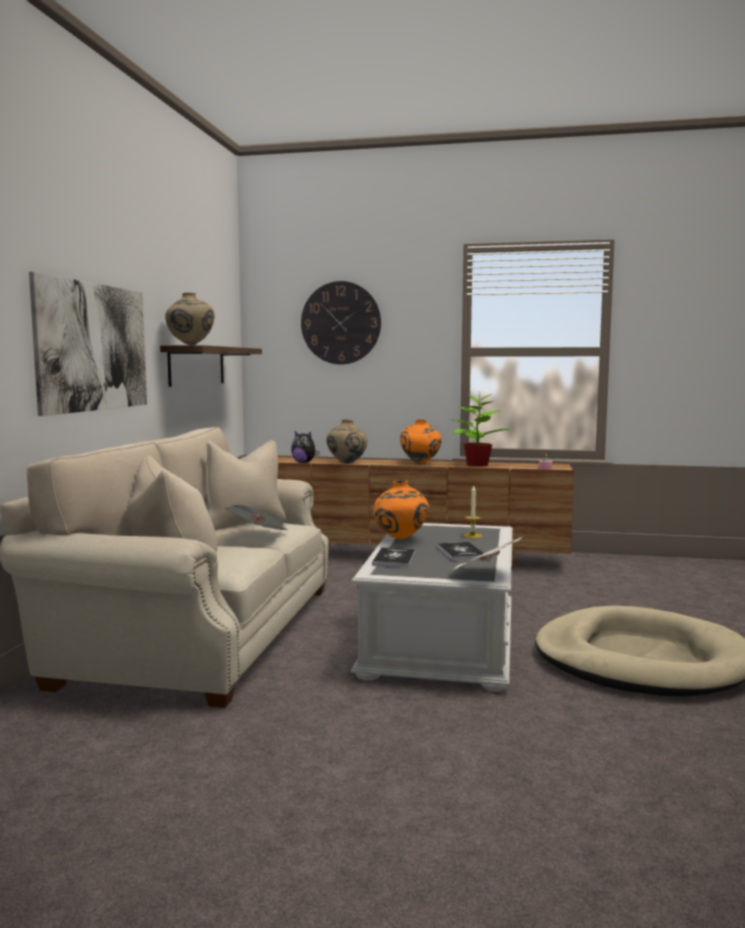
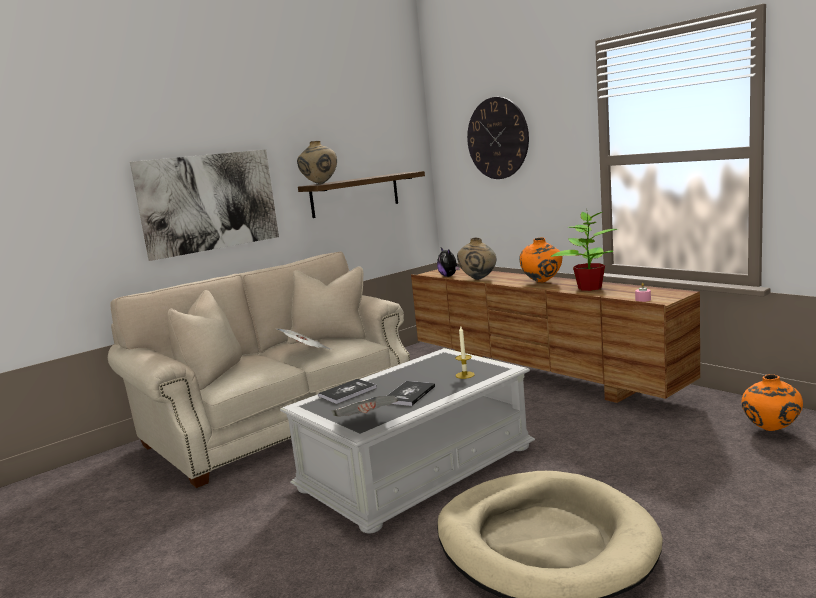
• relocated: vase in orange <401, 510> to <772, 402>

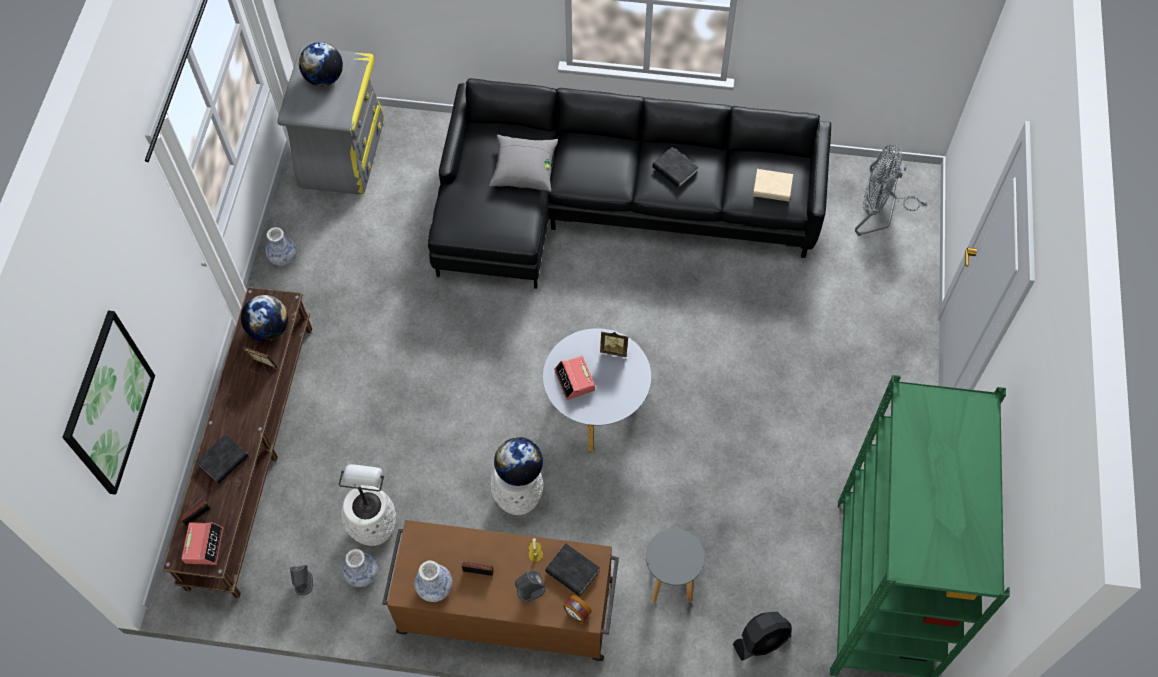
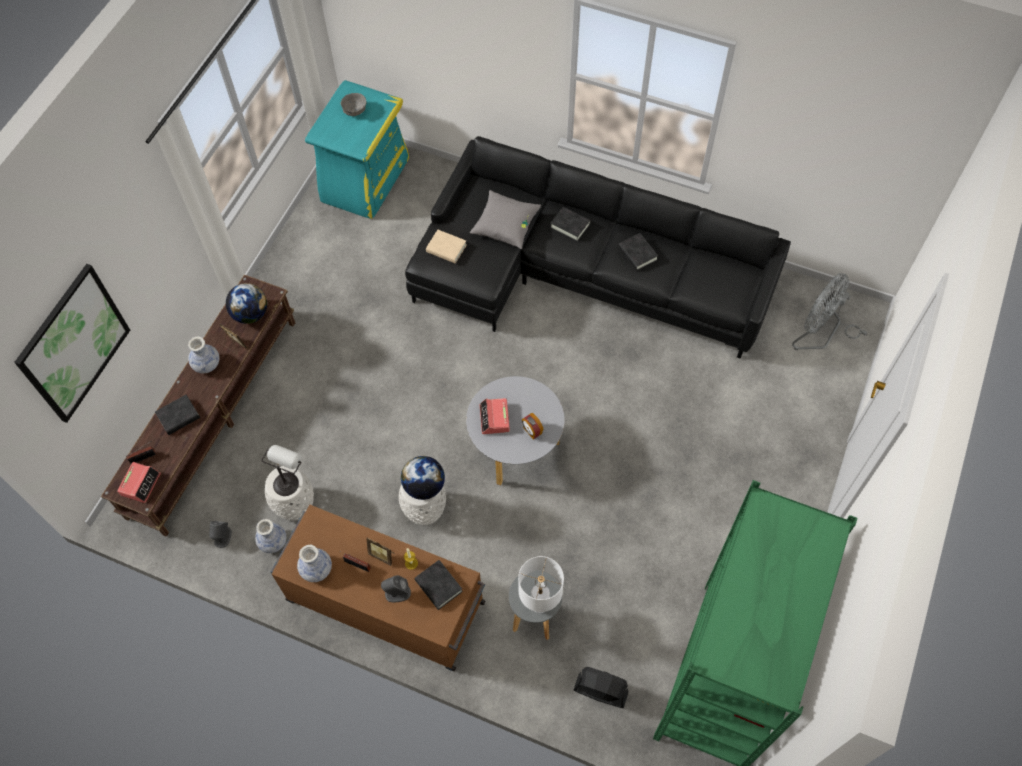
• relocated: vase <281, 246> to <203, 355>
• colour: nightstand in grey <330, 120> to nightstand in turquoise <357, 149>
• exchanged: globe <321, 64> to bowl in grey <353, 104>
• relocated: alarm clock <577, 610> to <532, 426>
• relocated: picture frame <614, 344> to <381, 551>
• spun: fan in black <762, 636> = <601, 687> 150 degrees counterclockwise
• relocated: book in beige <773, 185> to <446, 246>
• appeared: table lamp in white <541, 584>
• appeared: book in black <570, 224>

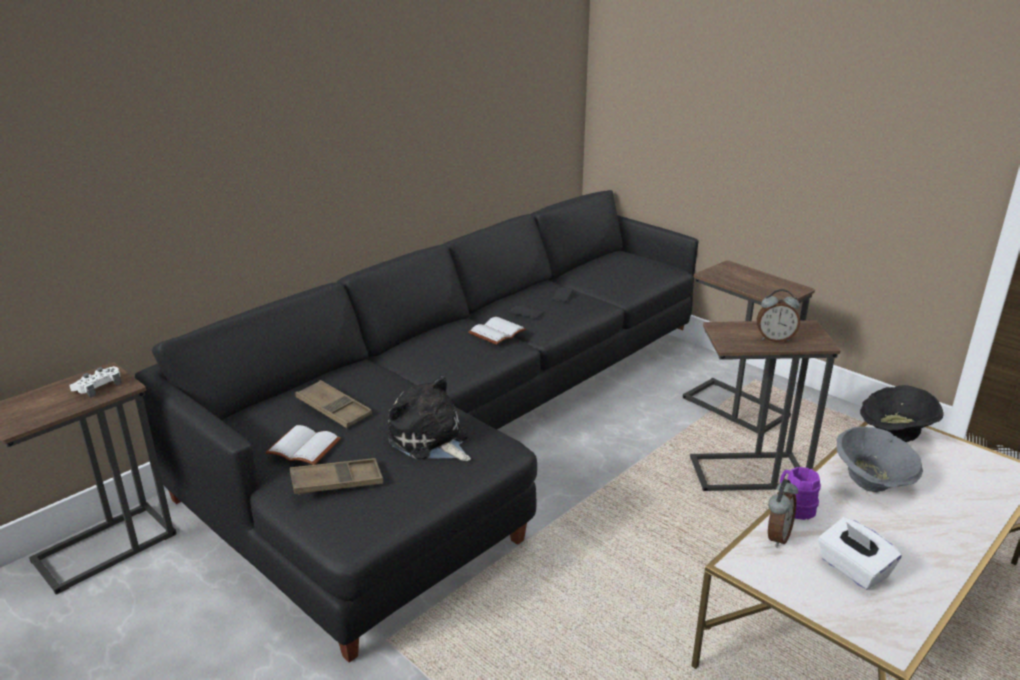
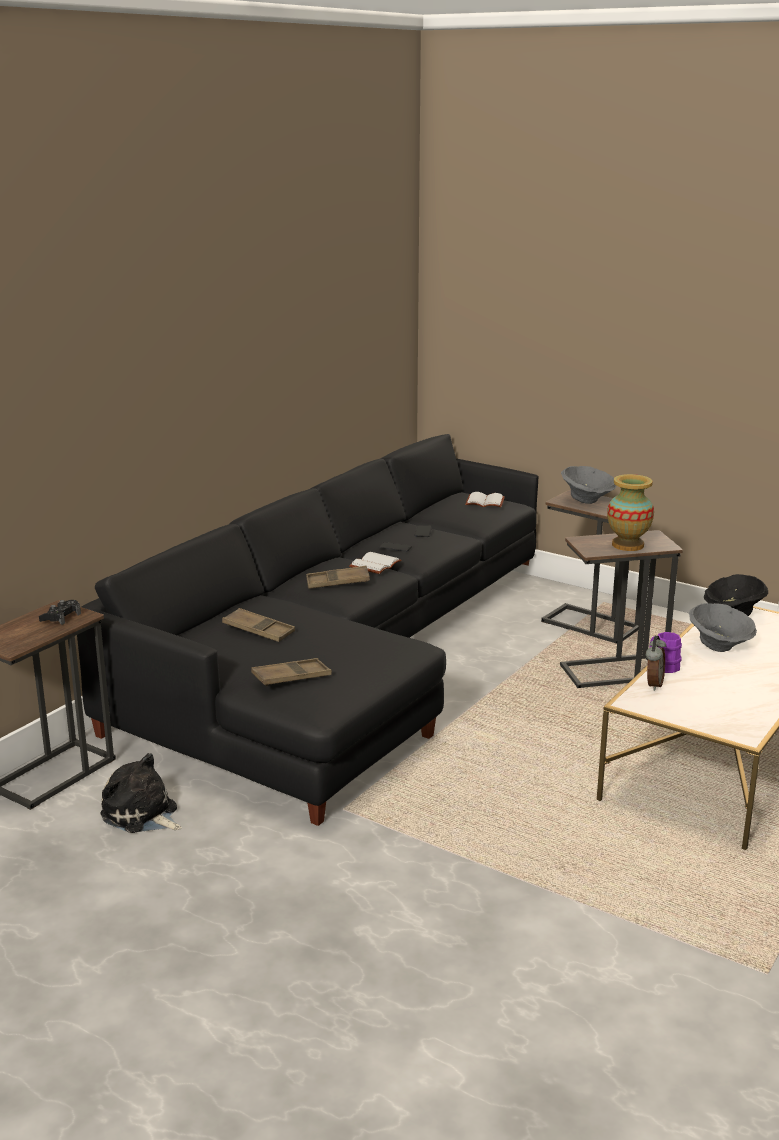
• colour: game controller in white <95, 382> to game controller in black <60, 612>
• relocated: book in white <303, 445> to <485, 499>
• relocated: plush toy <429, 418> to <141, 793>
• exchanged: alarm clock <778, 315> to vase <630, 512>
• missing: tissue box in white <860, 553>
• appeared: tray in brown <338, 577>
• appeared: bowl in grey <588, 485>

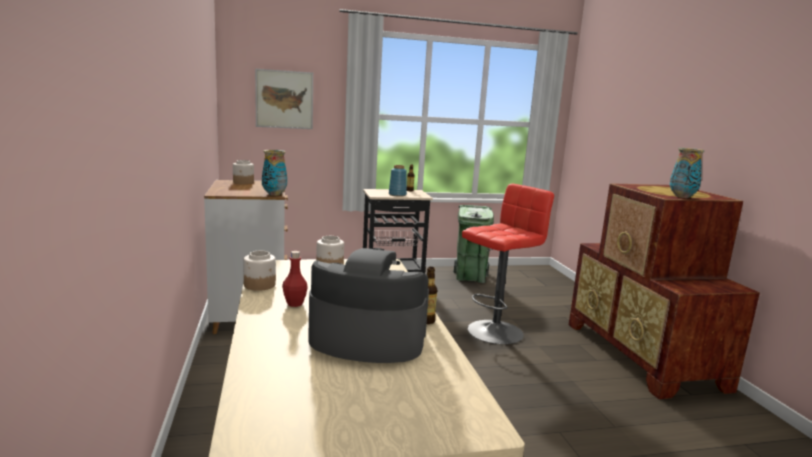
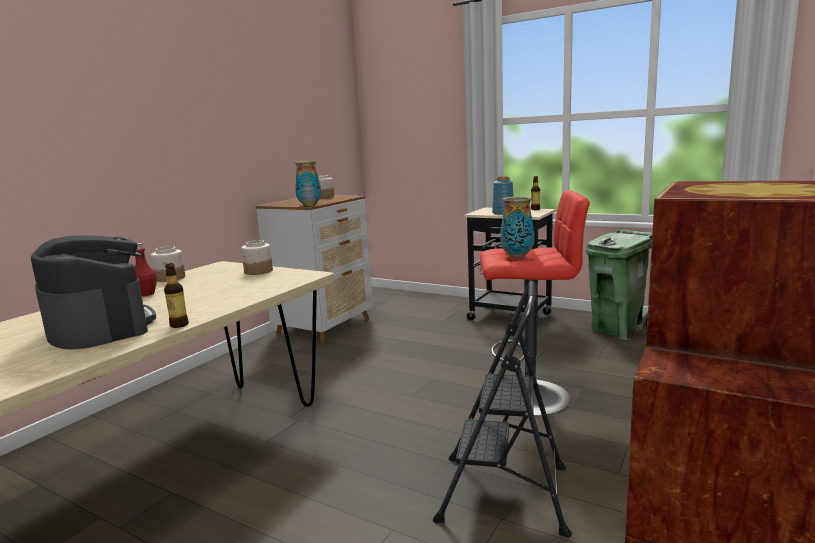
• missing: picture <284, 99>
• relocated: vase <687, 173> to <517, 227>
• appeared: step ladder in black <502, 409>

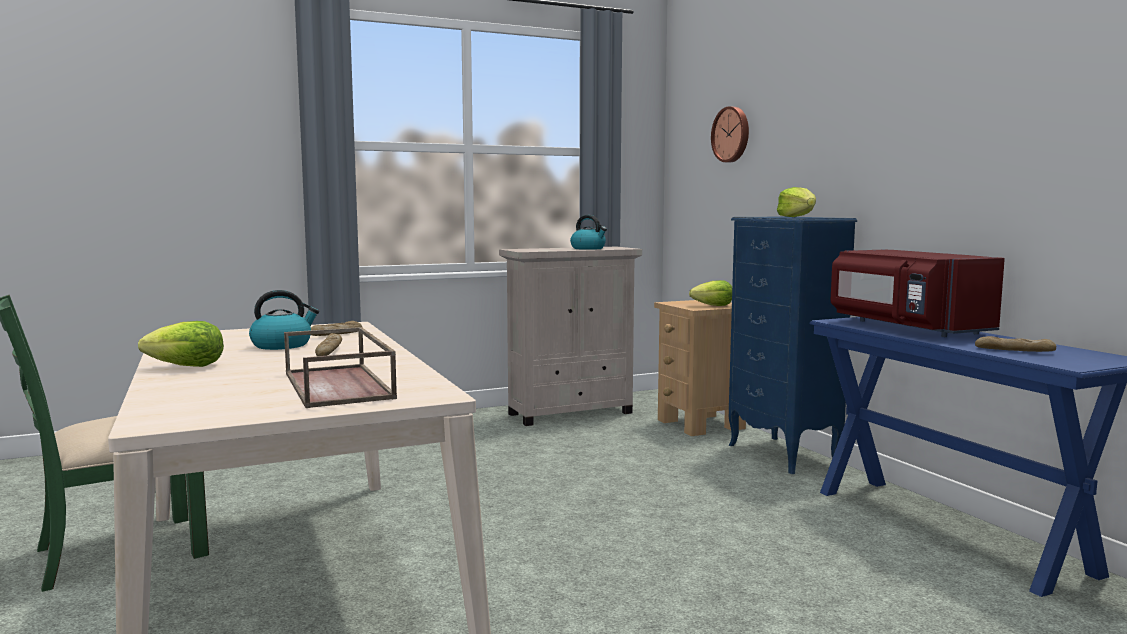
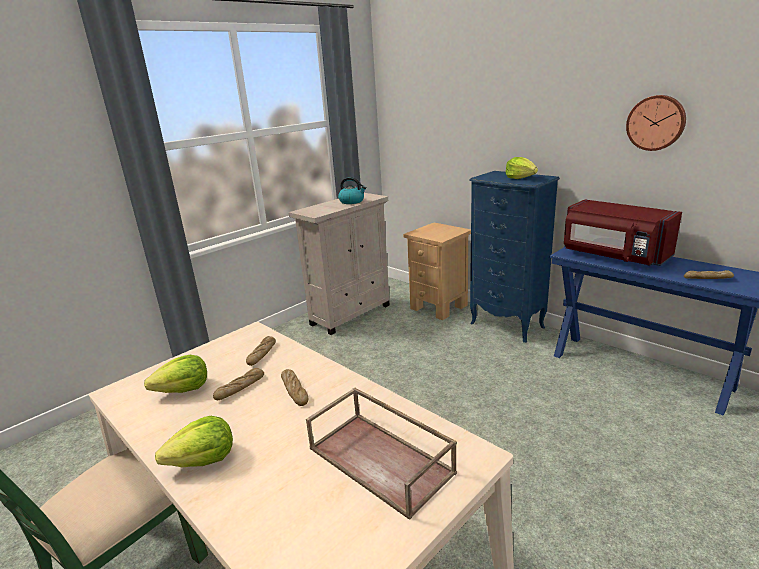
• exchanged: kettle <284, 320> to bread <238, 384>
• relocated: lettuce <710, 293> to <175, 374>
• relocated: wall clock <730, 134> to <656, 123>

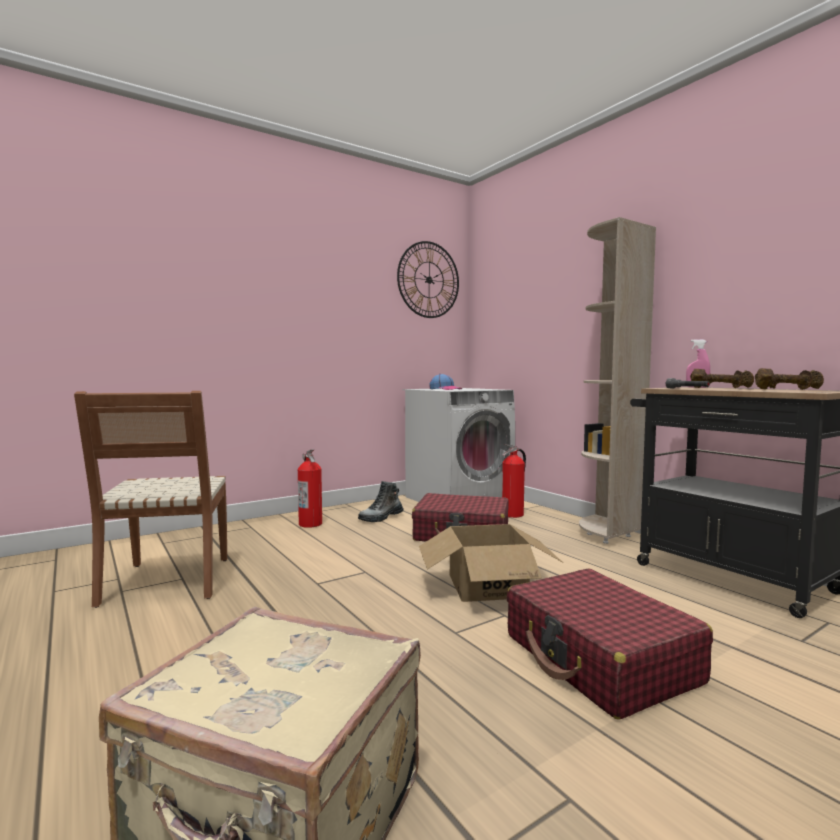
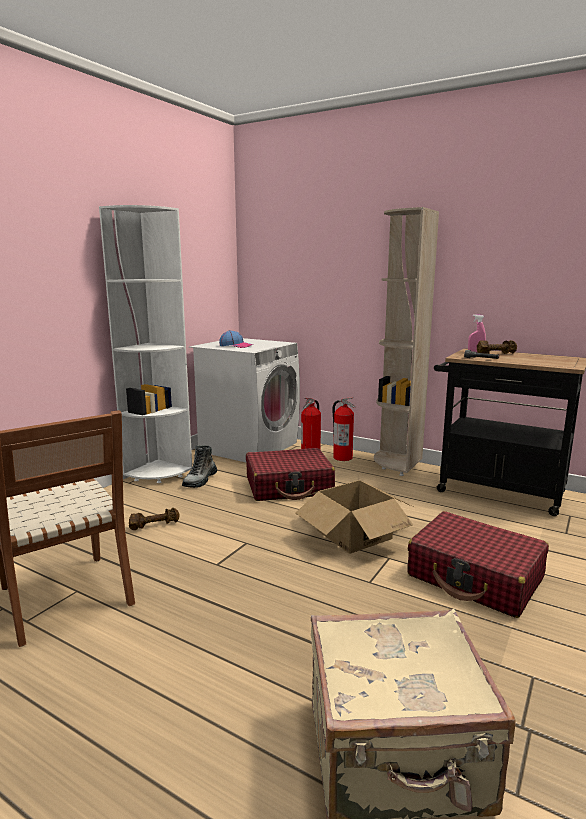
• relocated: fire extinguisher <310, 489> to <343, 429>
• missing: wall clock <428, 279>
• relocated: dumbbell in brown <789, 379> to <154, 519>
• appeared: bookcase in white <145, 344>

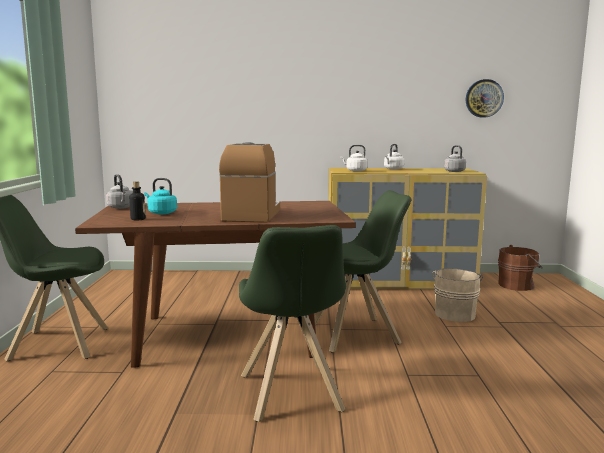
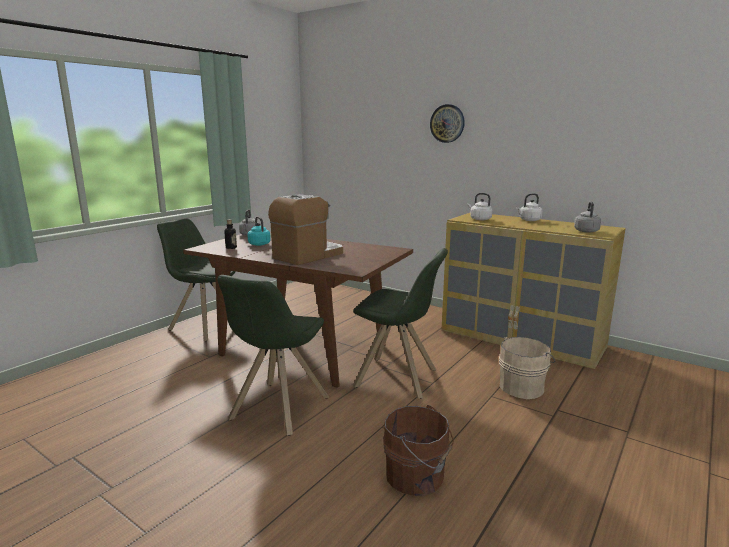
• relocated: wall clock <485, 98> to <447, 123>
• relocated: bucket in brown <520, 268> to <418, 450>

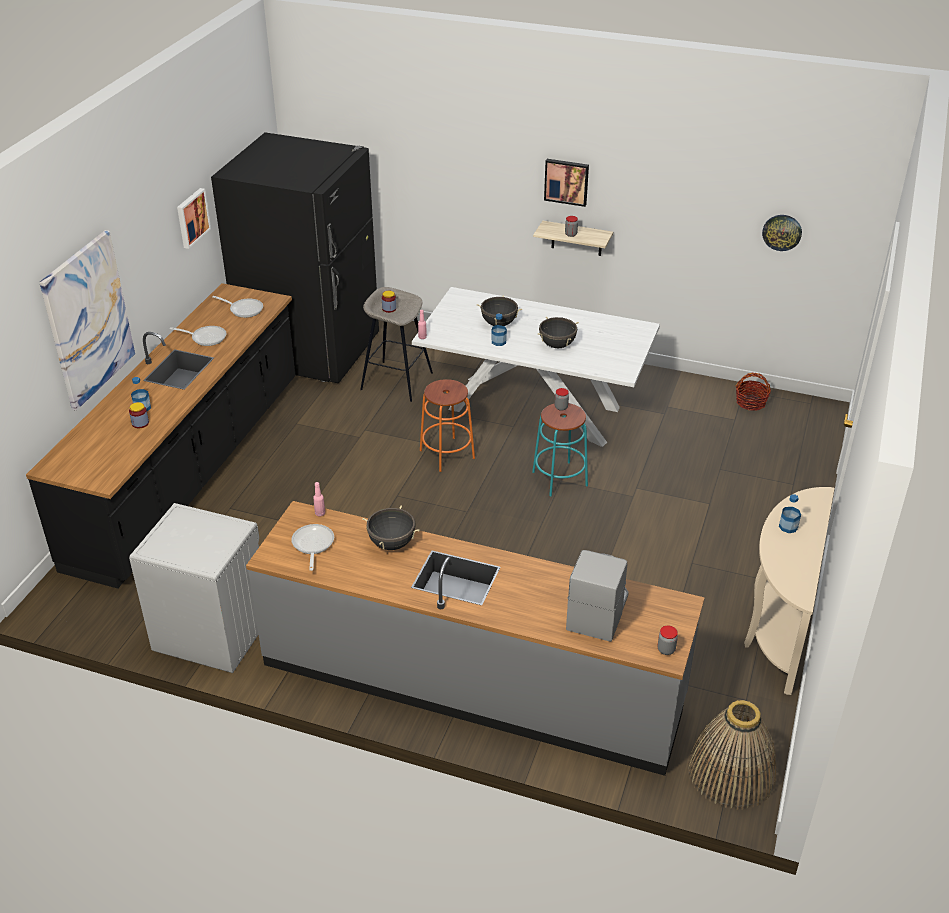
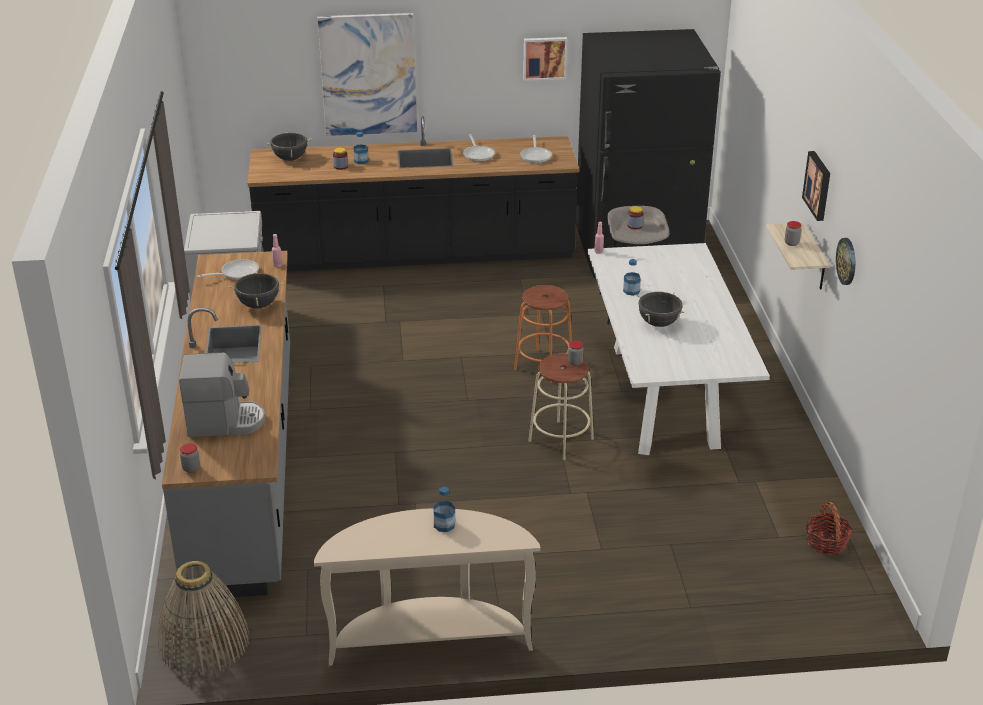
• relocated: cooking pot in black <499, 310> to <289, 146>
• colour: stool in turquoise <560, 450> to stool in beige <561, 407>
• relocated: wall clock <782, 233> to <845, 261>

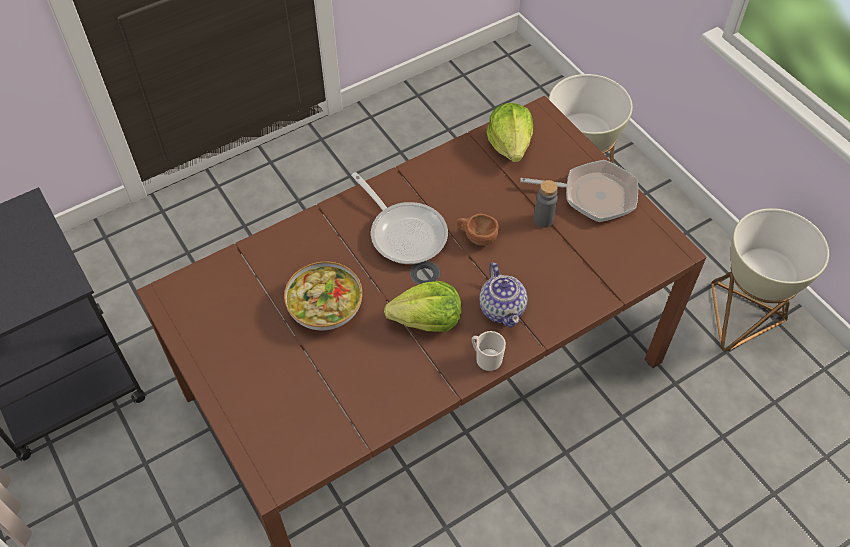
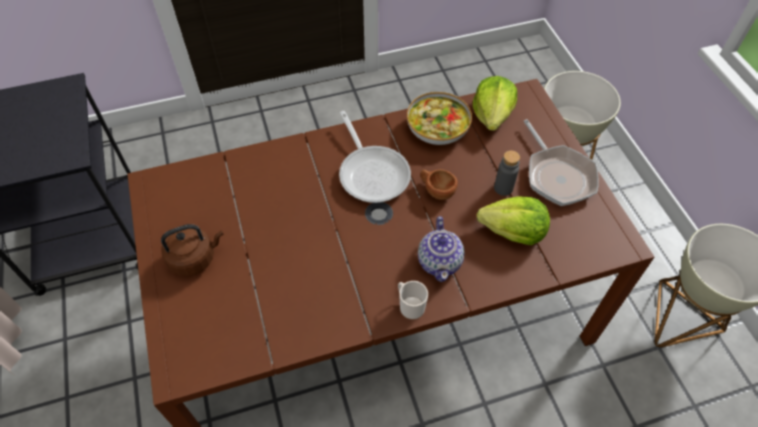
• relocated: bowl <323, 296> to <439, 118>
• relocated: lettuce <423, 306> to <513, 220>
• spun: frying pan <579, 191> = <561, 162> 45 degrees clockwise
• appeared: kettle in brown <192, 250>

